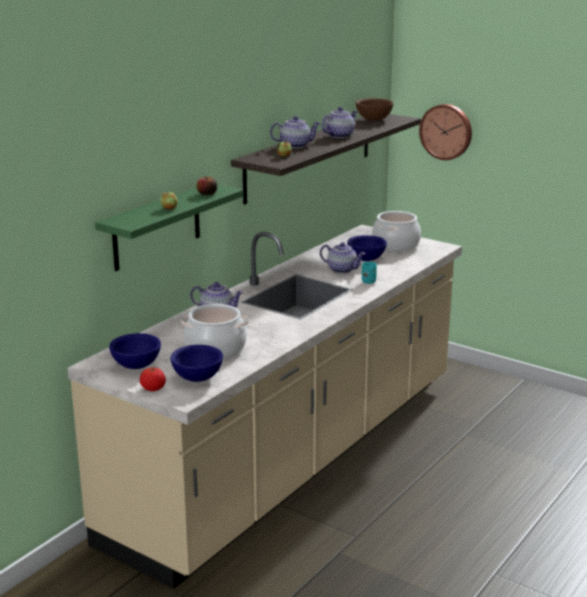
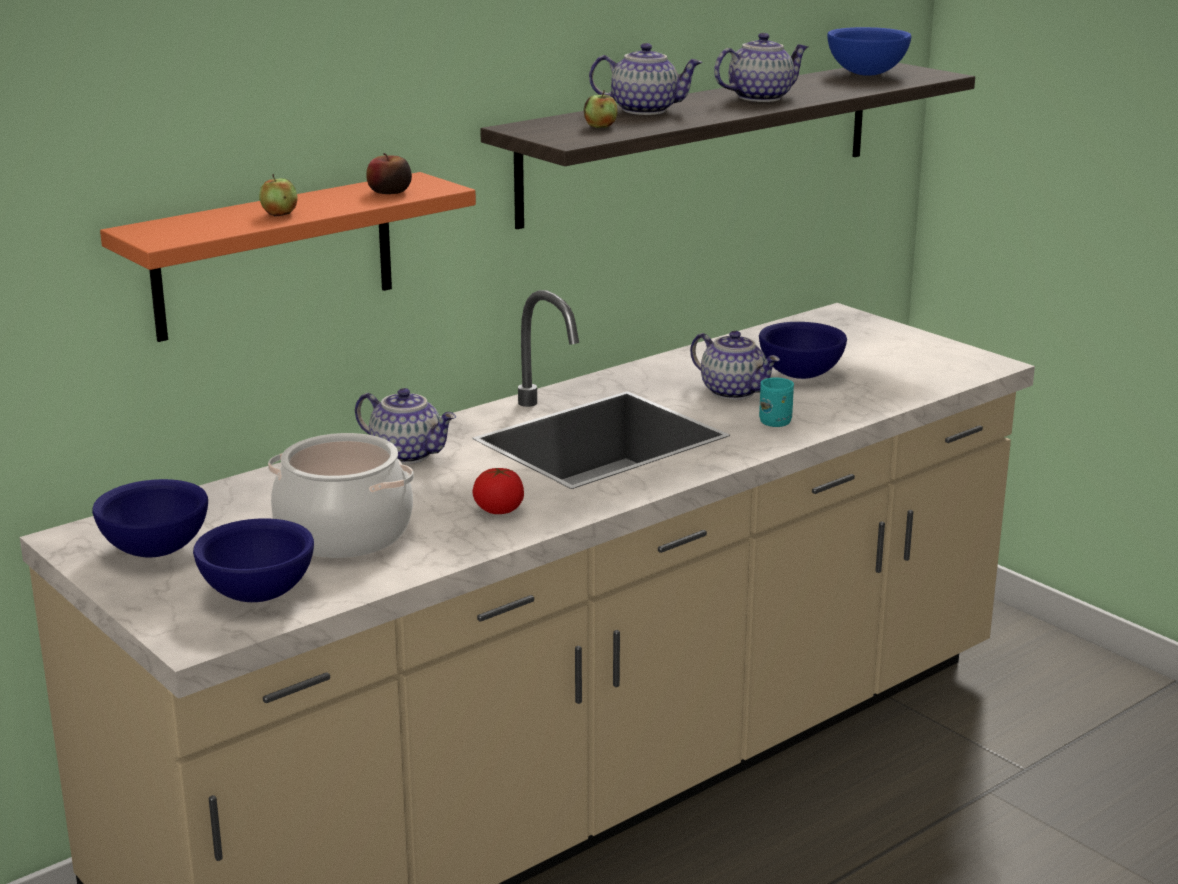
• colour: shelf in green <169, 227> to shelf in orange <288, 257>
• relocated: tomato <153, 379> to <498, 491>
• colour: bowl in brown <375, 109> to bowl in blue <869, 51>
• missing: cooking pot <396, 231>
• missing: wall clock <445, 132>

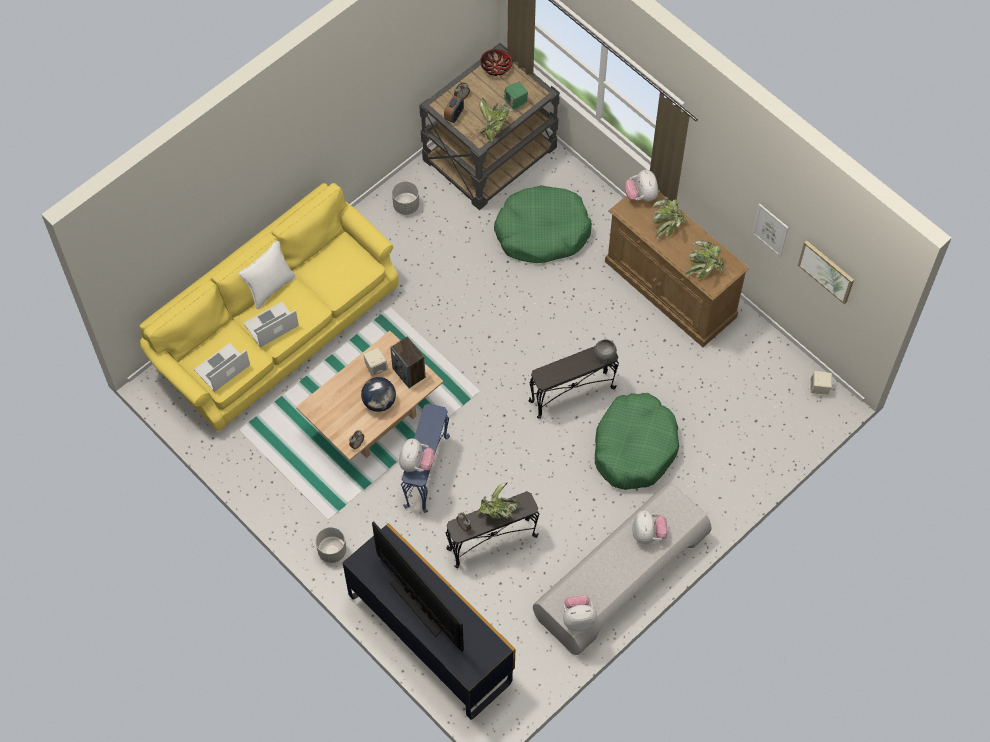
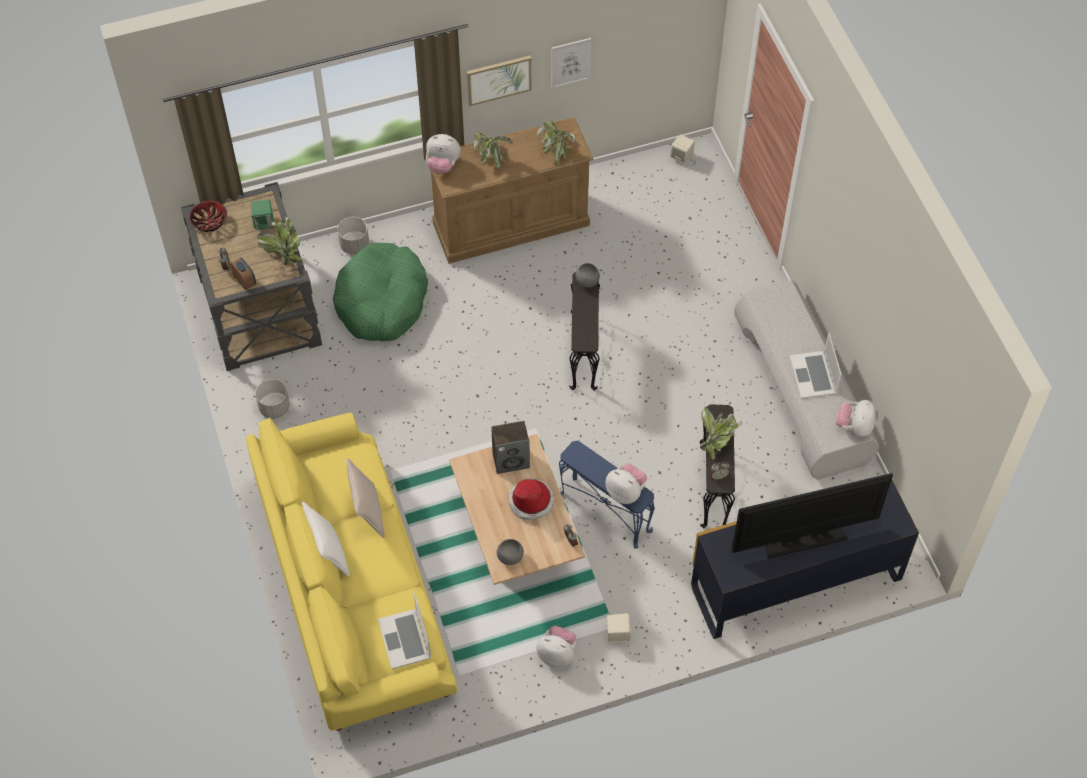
• relocated: laptop <271, 324> to <815, 365>
• relocated: planter in grey <331, 545> to <353, 236>
• exchanged: globe <378, 394> to hat <531, 499>
• relocated: speaker in beige <376, 362> to <619, 627>
• missing: dog bed in green <637, 441>
• relocated: plush toy <650, 527> to <556, 647>
• relocated: picture <826, 272> to <499, 81>
• appeared: pillow in beige <365, 498>
• appeared: bowl in grey <510, 552>

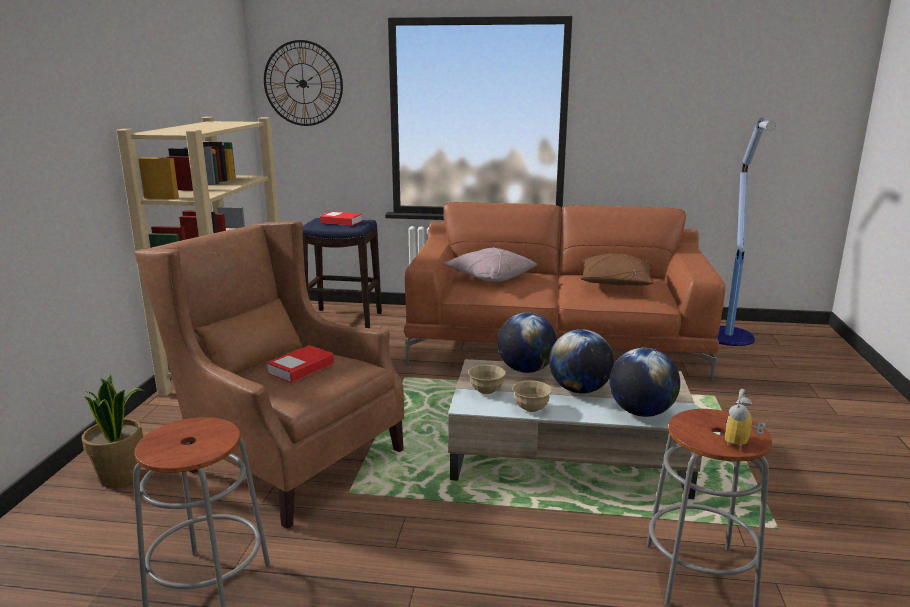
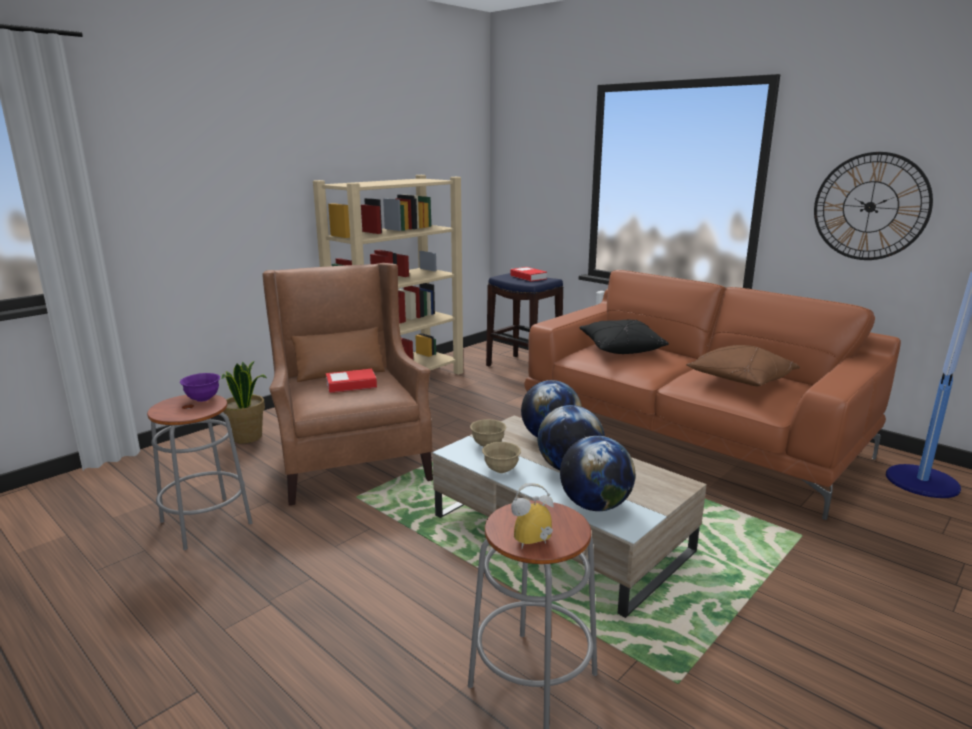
• relocated: wall clock <303, 83> to <873, 206>
• colour: pillow in purple <490, 264> to pillow in black <624, 337>
• appeared: bowl in purple <200, 387>

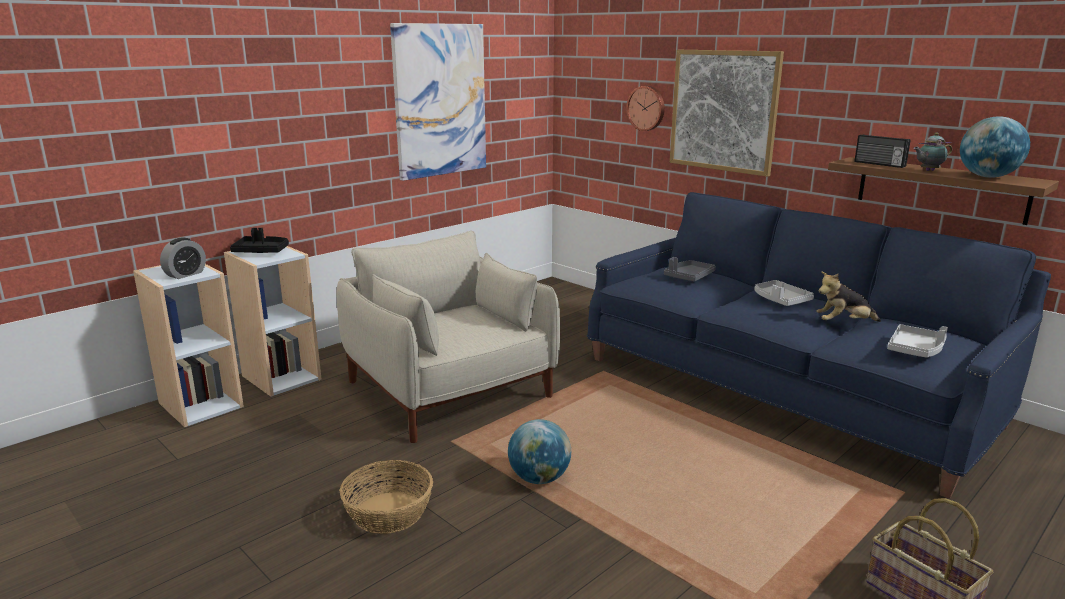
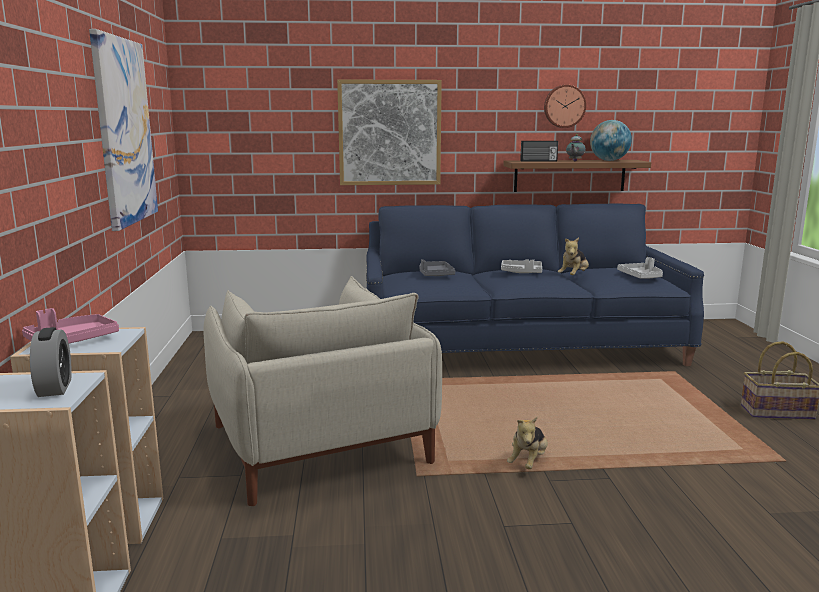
• colour: tray in black <259, 240> to tray in pink <70, 325>
• spun: armchair in beige <448, 337> = <323, 391> 120 degrees counterclockwise
• missing: basket <386, 497>
• exchanged: globe <539, 451> to plush toy <527, 443>
• relocated: wall clock <645, 108> to <565, 106>

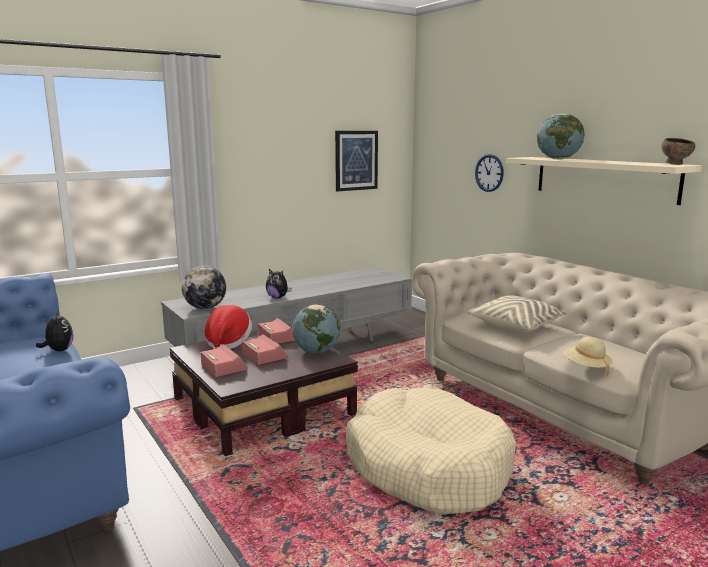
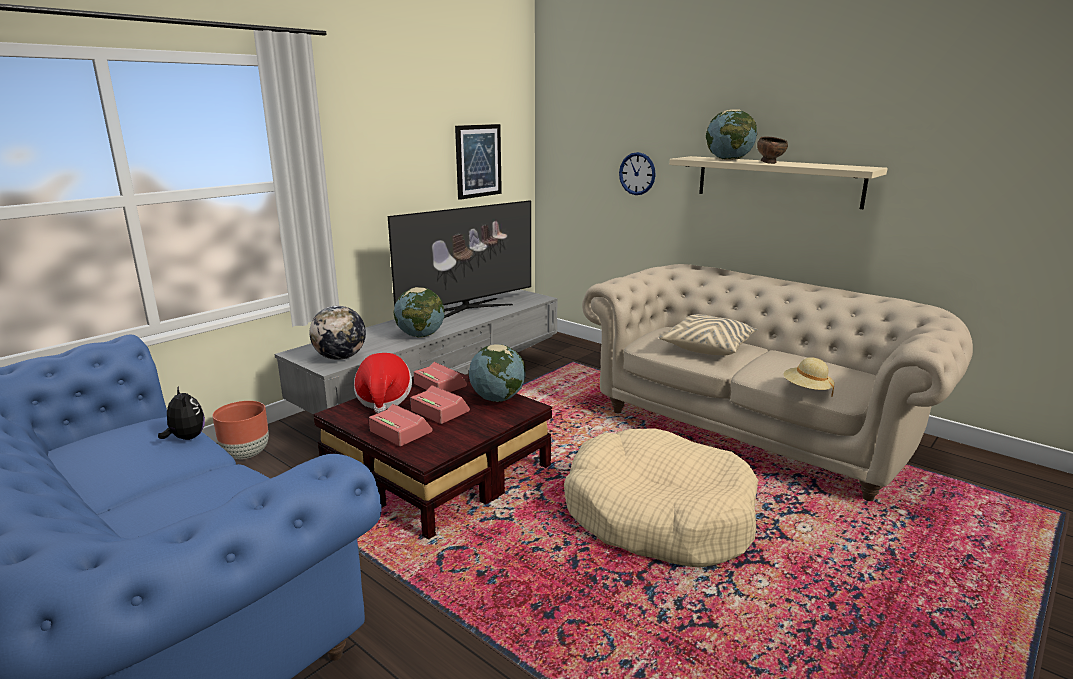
• exchanged: plush toy <279, 283> to globe <419, 312>
• relocated: bowl in brown <678, 151> to <772, 150>
• appeared: planter in brown <240, 430>
• appeared: television <459, 259>

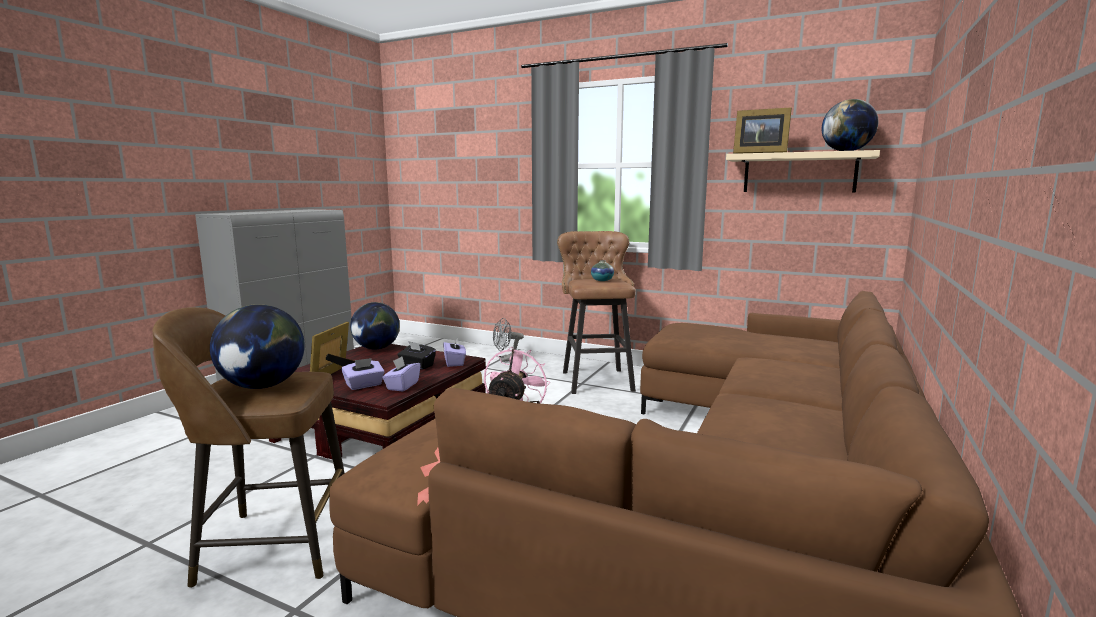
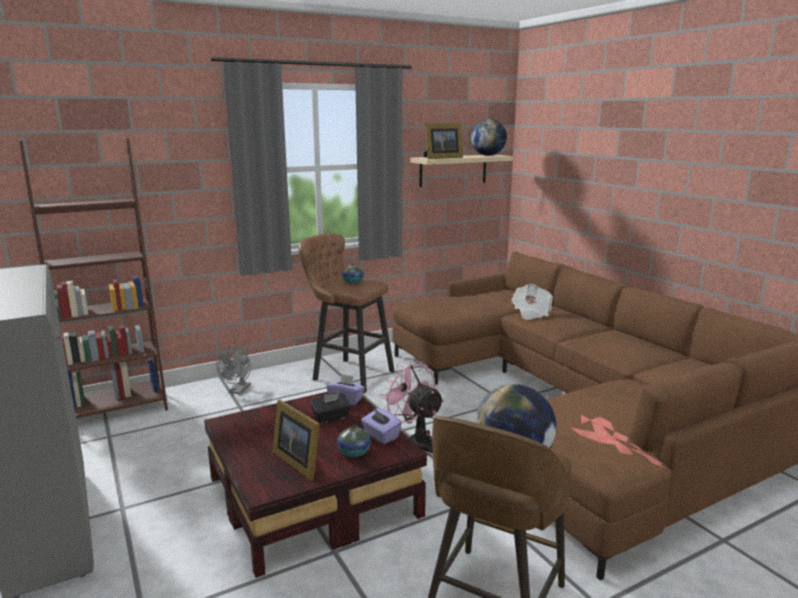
• exchanged: tissue box in purple <363, 374> to vase <354, 441>
• missing: globe <375, 325>
• appeared: bookcase in brown <93, 278>
• appeared: newspaper <532, 302>

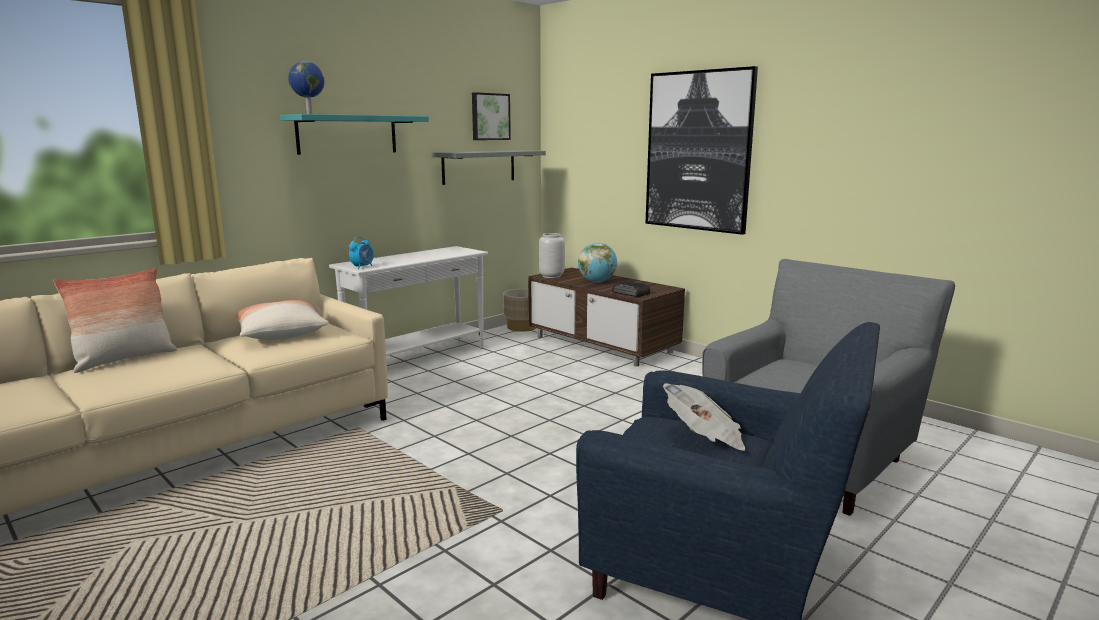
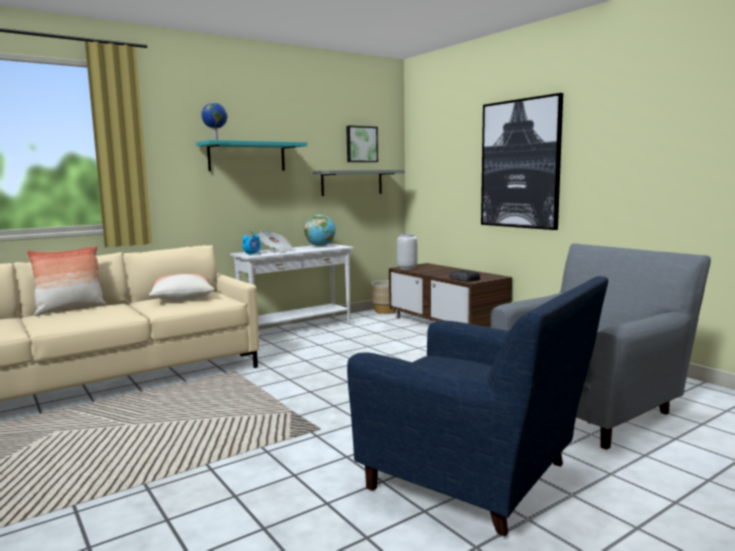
• relocated: globe <597, 263> to <320, 231>
• relocated: newspaper <704, 417> to <276, 241>

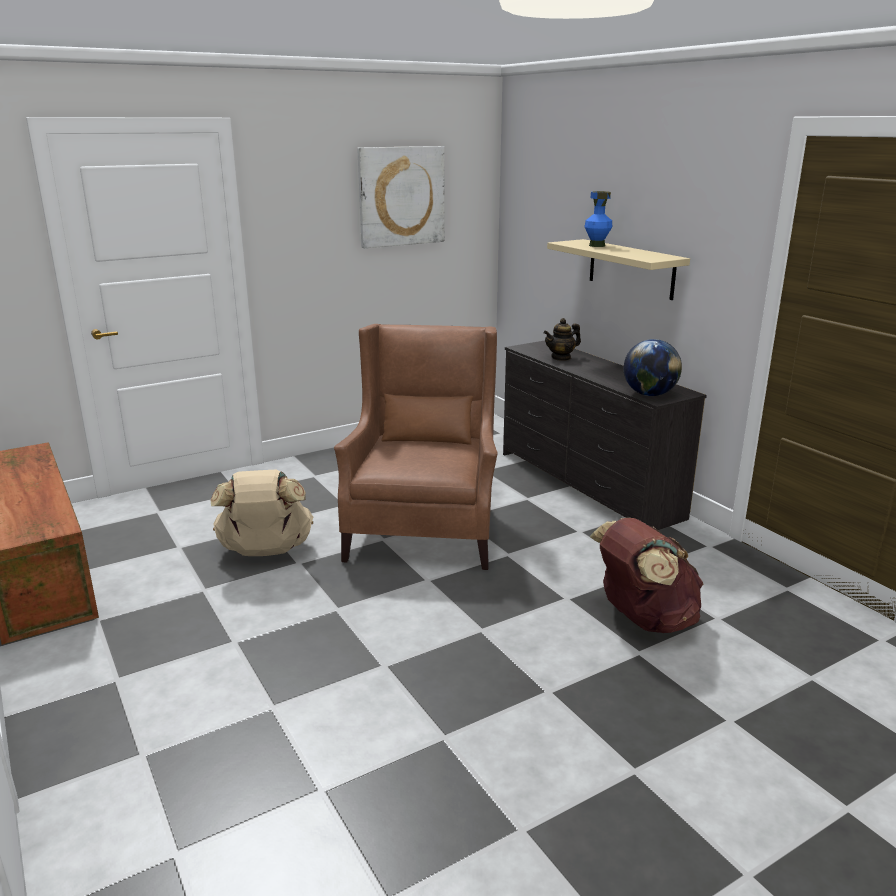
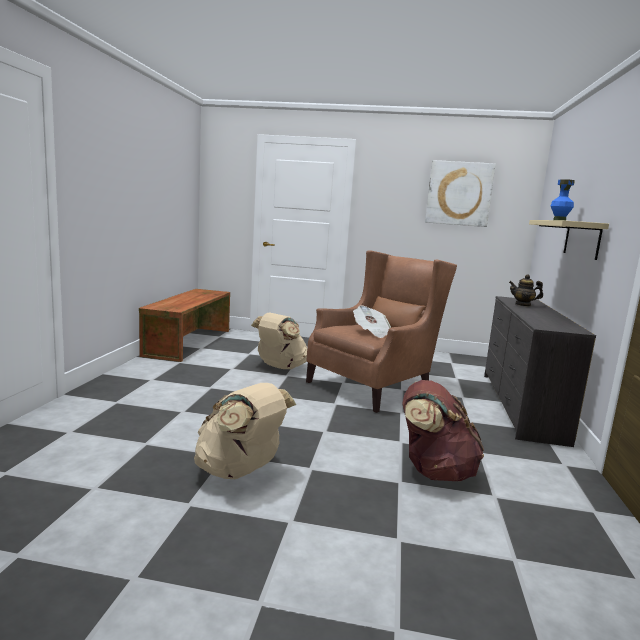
• missing: globe <653, 367>
• appeared: backpack in beige <245, 431>
• appeared: newspaper <372, 321>

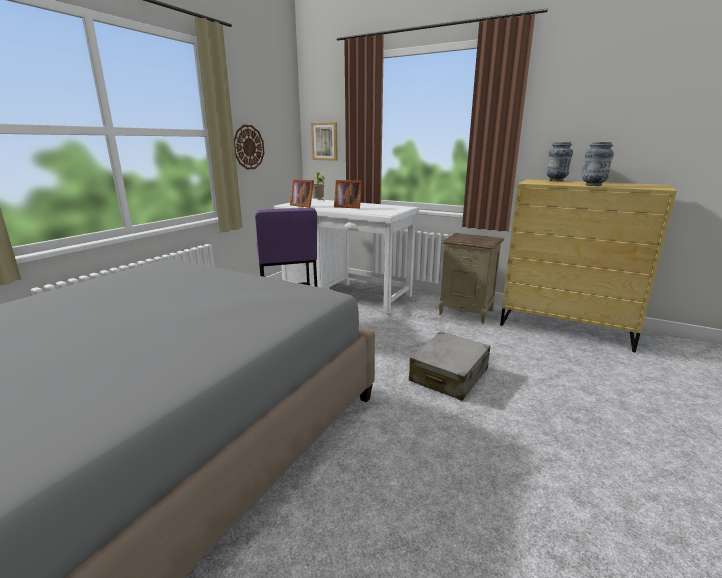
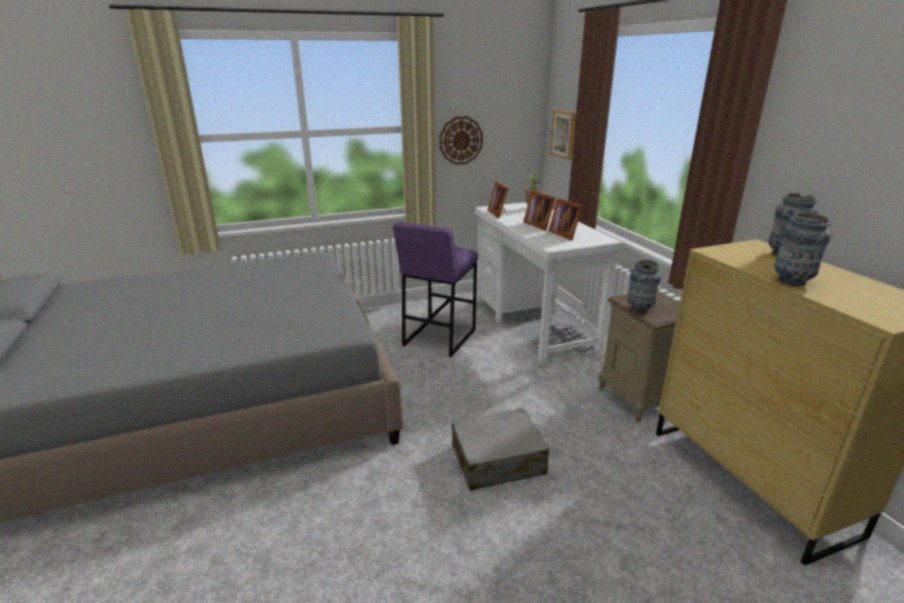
• appeared: picture frame <565, 219>
• appeared: vase <644, 286>

